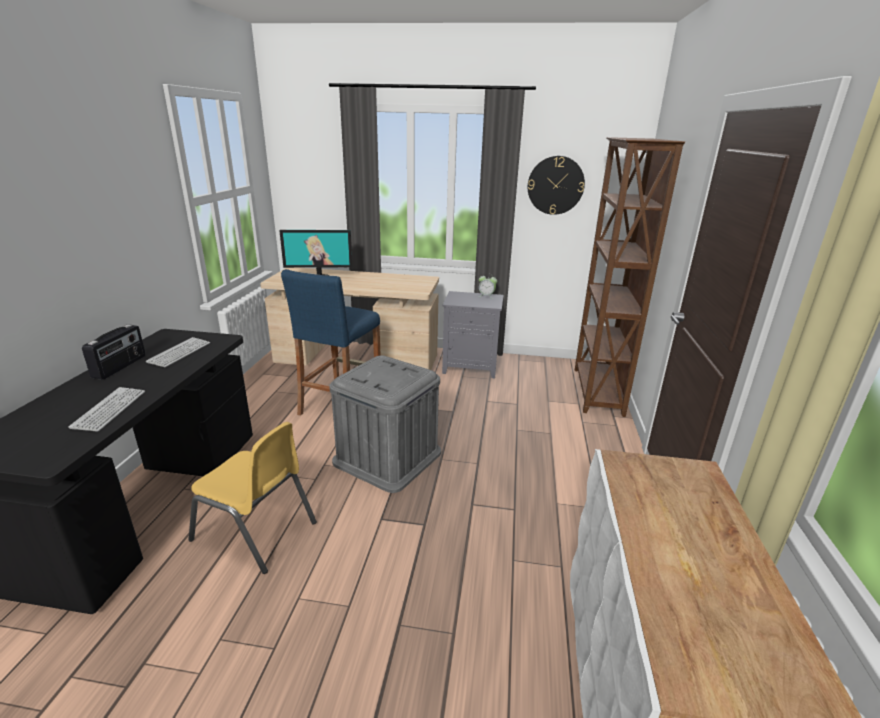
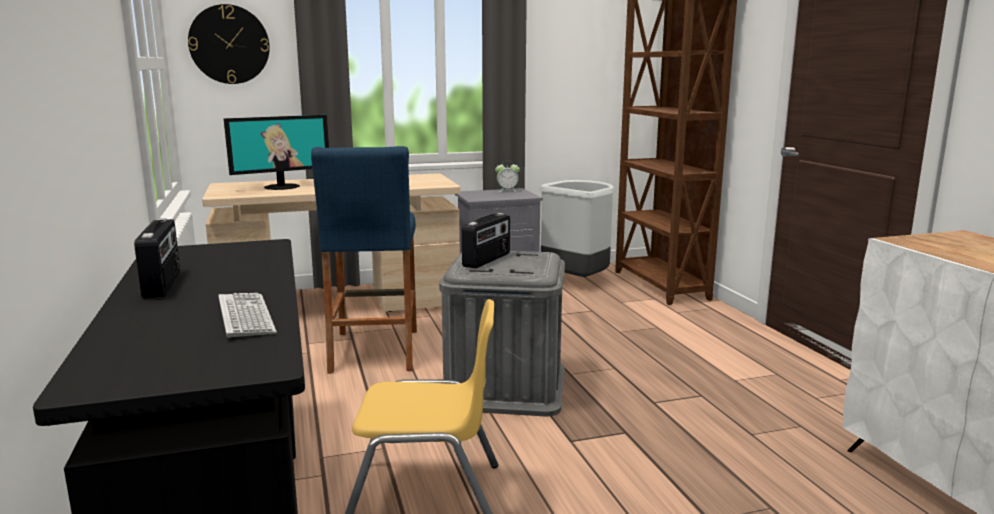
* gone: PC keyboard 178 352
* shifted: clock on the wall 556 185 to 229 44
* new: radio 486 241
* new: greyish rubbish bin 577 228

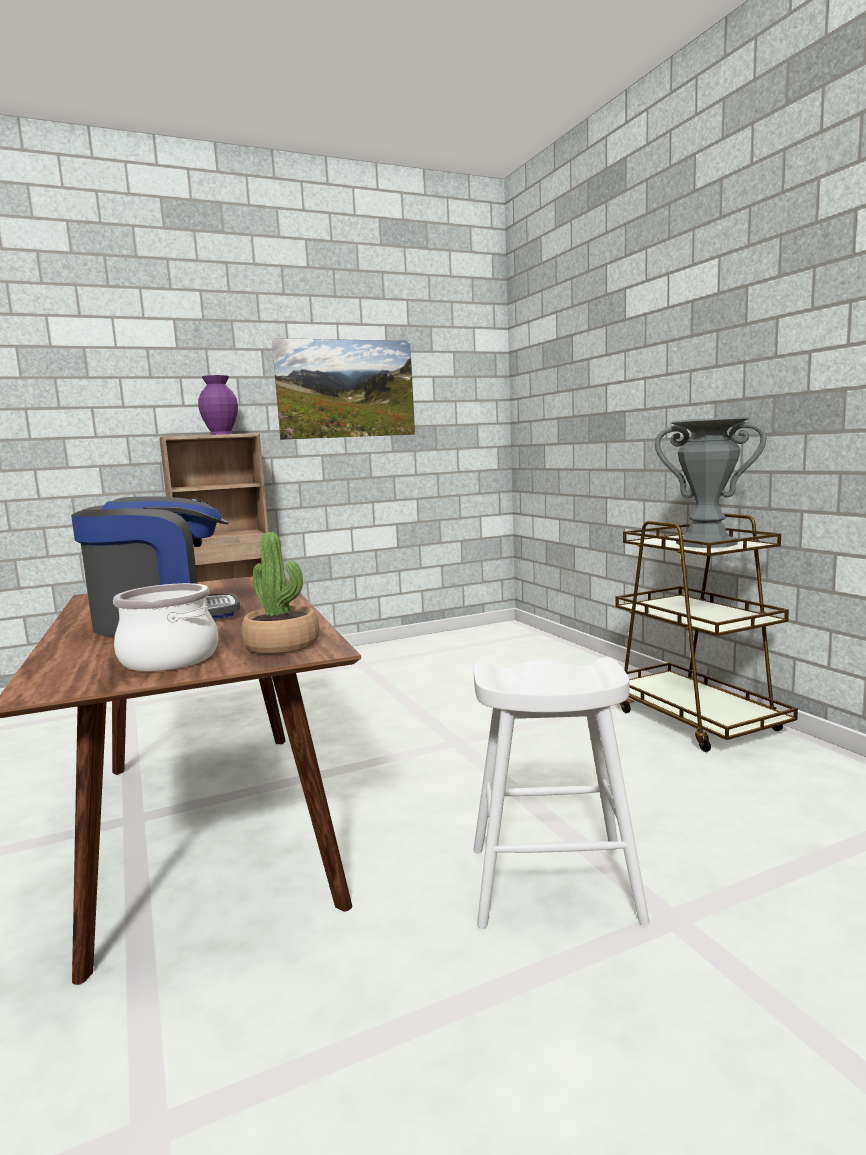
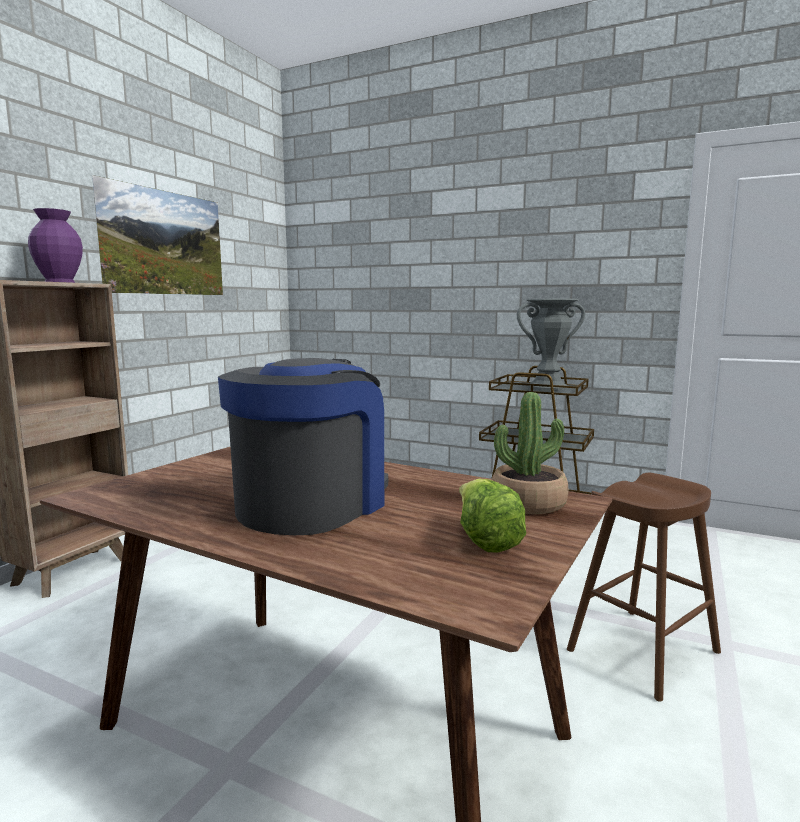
* swapped: stockpot 165 627 to lettuce head 492 516
* repainted: white-coloured stool 561 793 to brownish stool 644 587

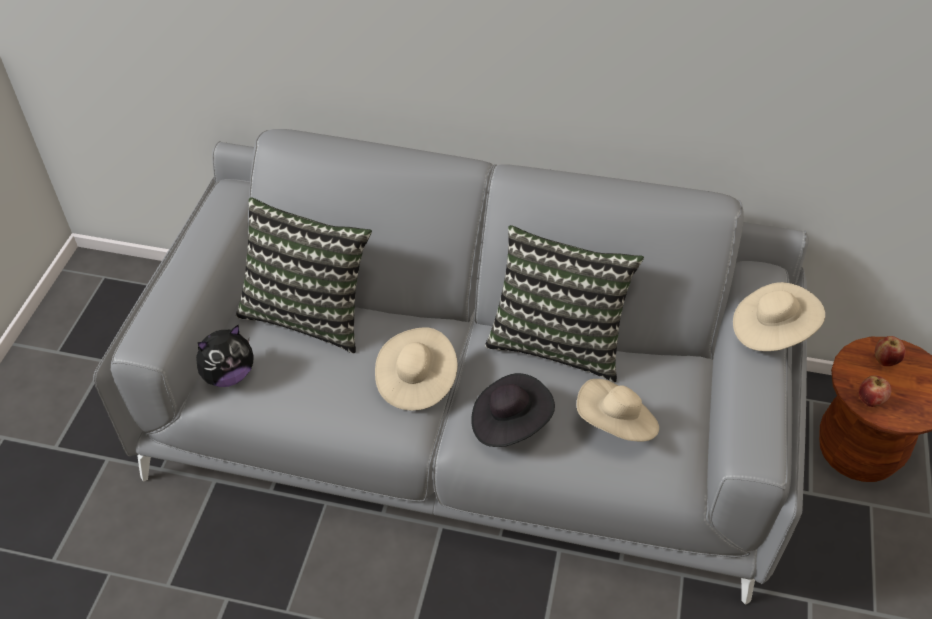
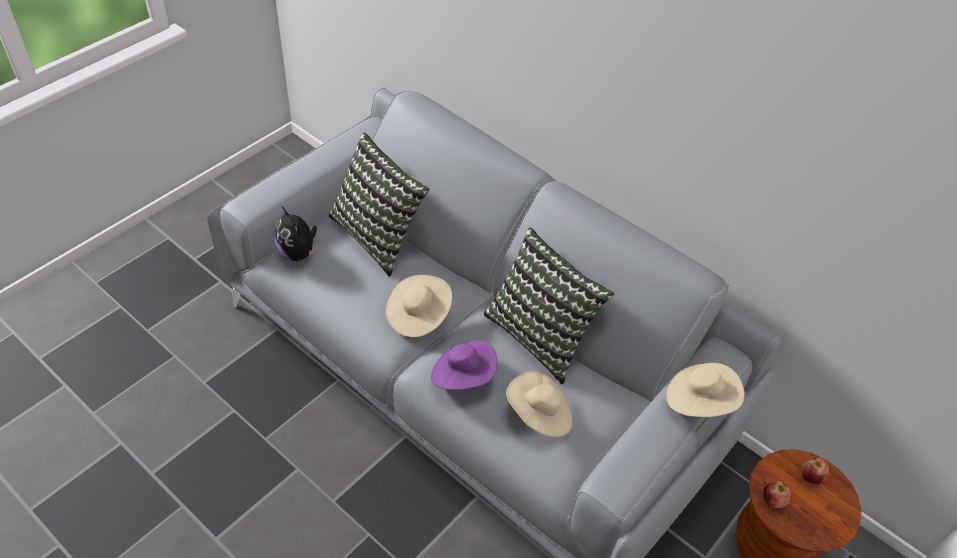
* rotated: cuddly toy 225 356 = 296 234 60 degrees clockwise
* repainted: black clothing hat 513 410 to purple-coloured clothing hat 464 365

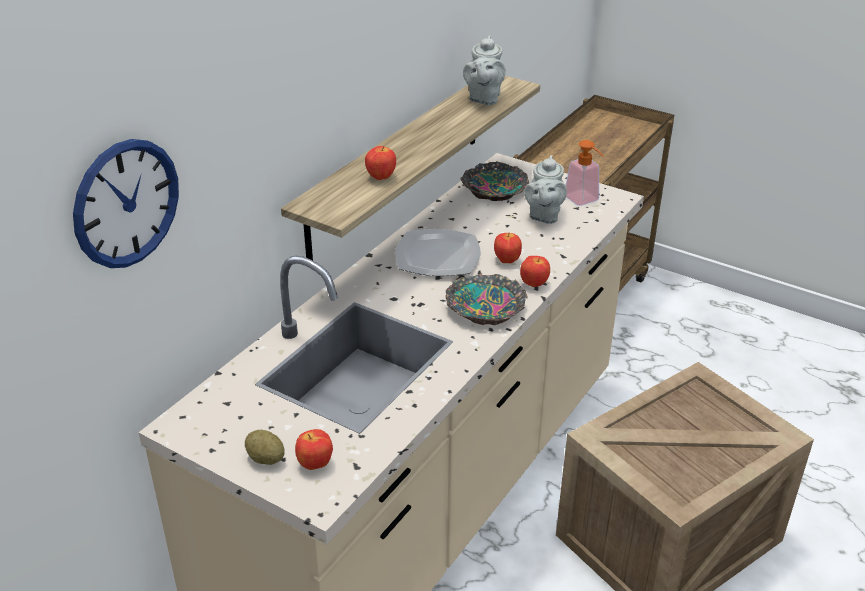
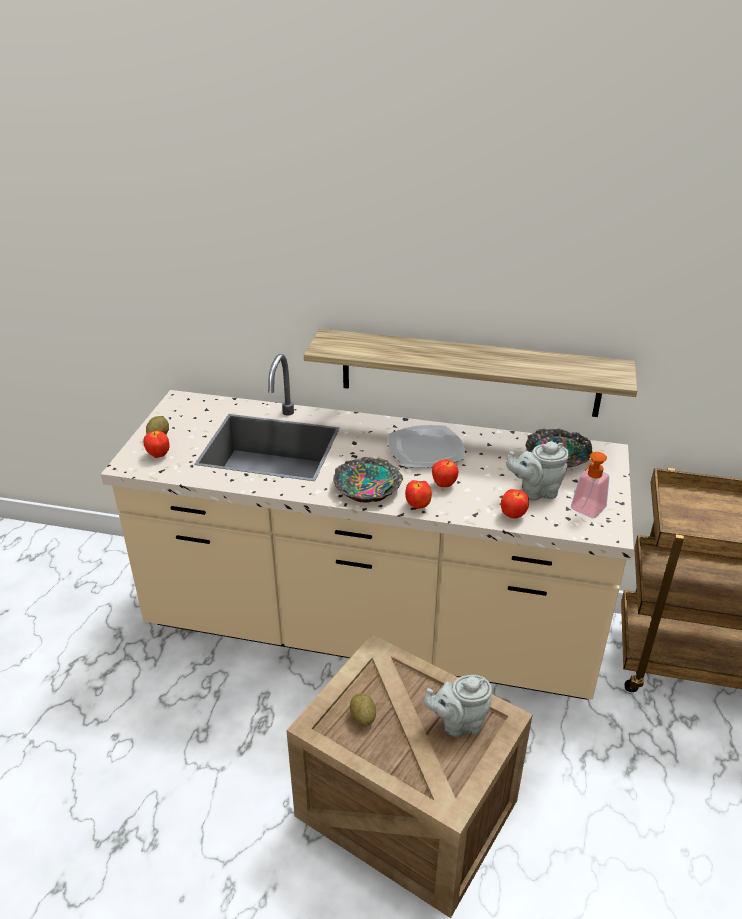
* gone: clock on the wall 126 203
* shifted: whole apple 380 163 to 515 504
* shifted: greyish teapot 484 70 to 457 706
* new: whole potato 363 709

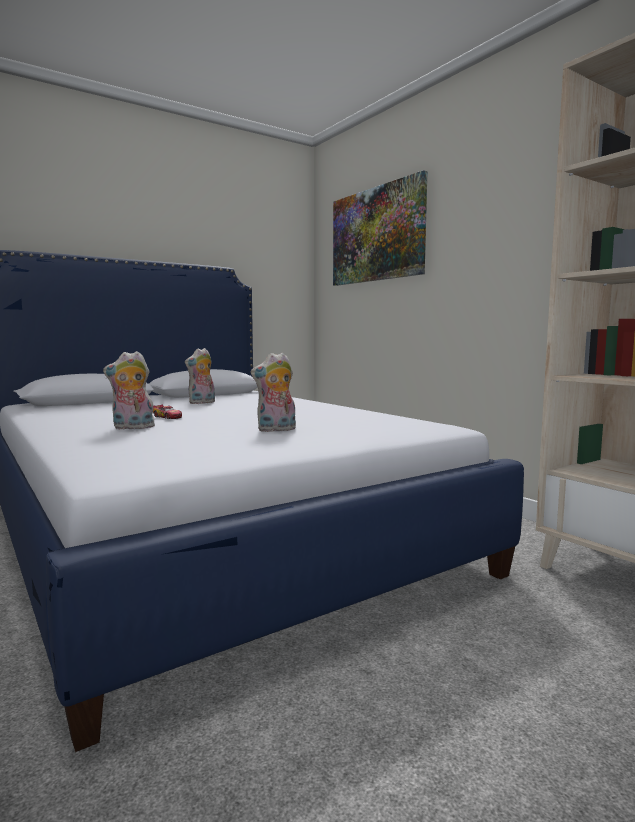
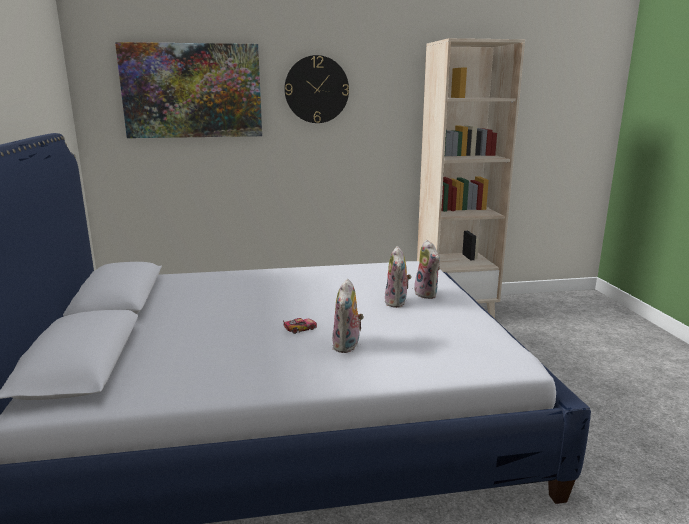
* shifted: cuddly toy 200 376 to 427 269
* new: clock on the wall 316 89

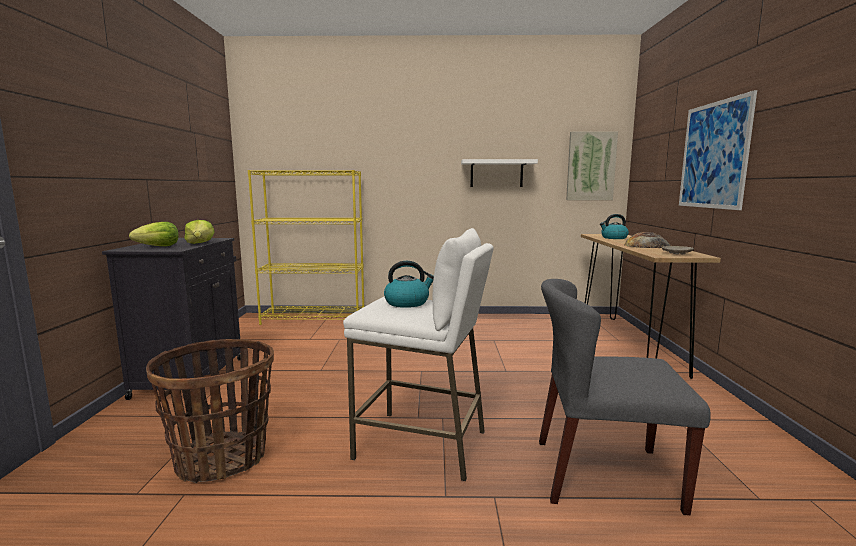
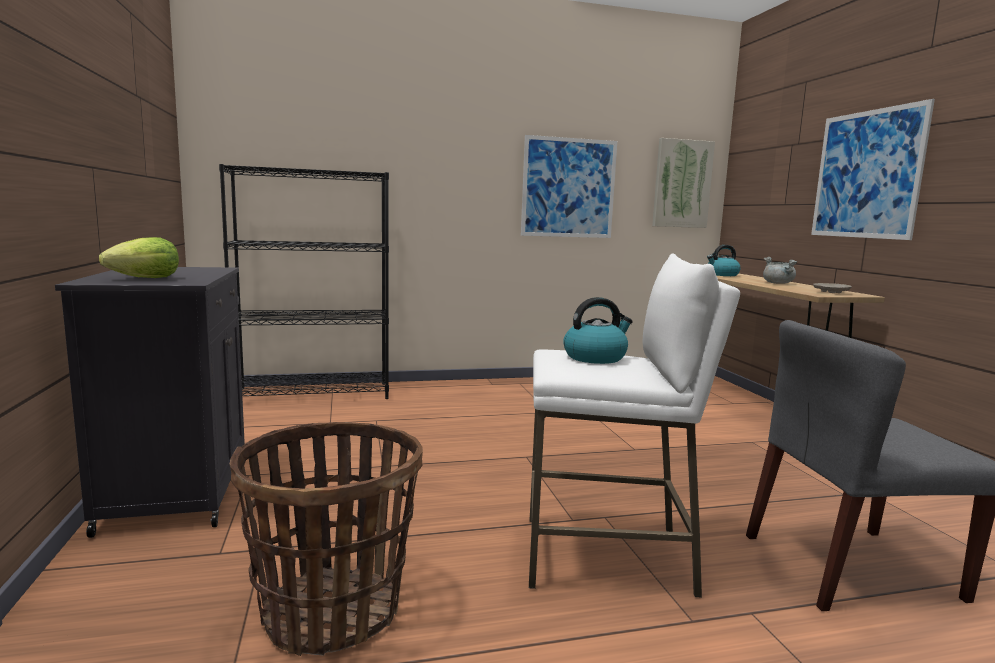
* gone: lettuce head 199 232
* repainted: yellow bookcase 306 247 to black bookcase 304 281
* swapped: white-coloured wall shelf 499 173 to picture 569 186
* swapped: baked bread 647 240 to greyish stockpot 780 270

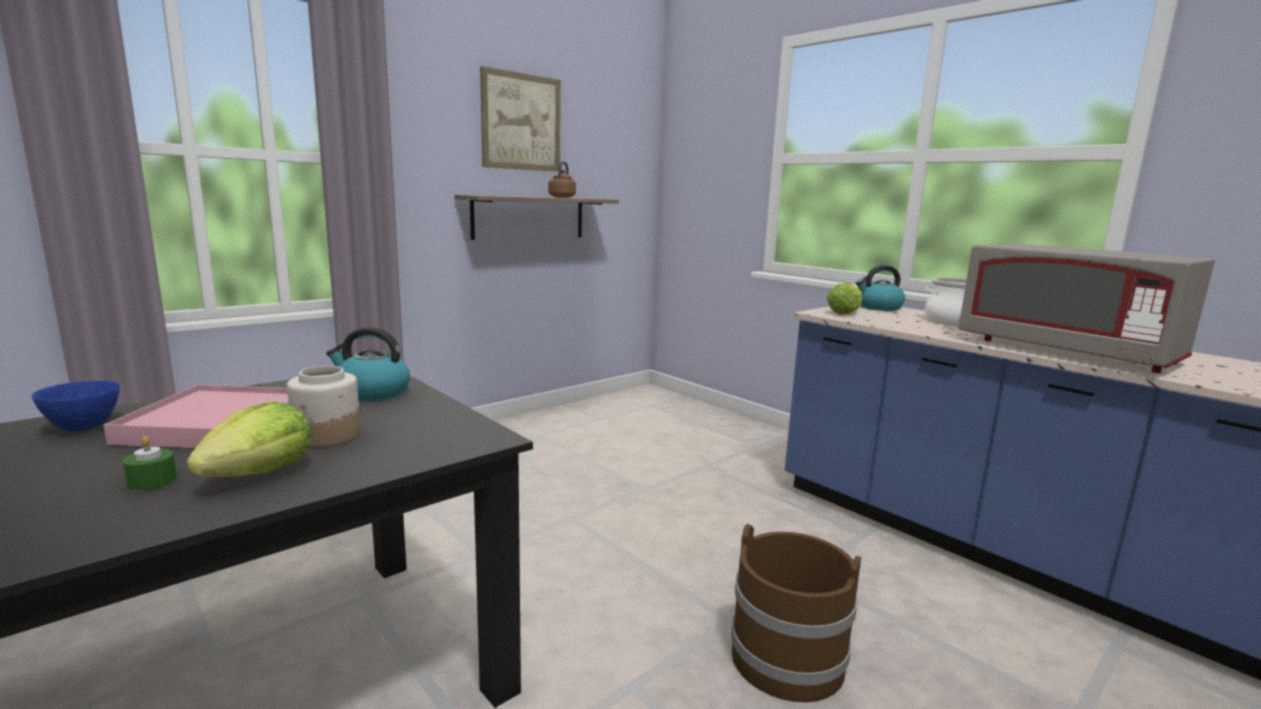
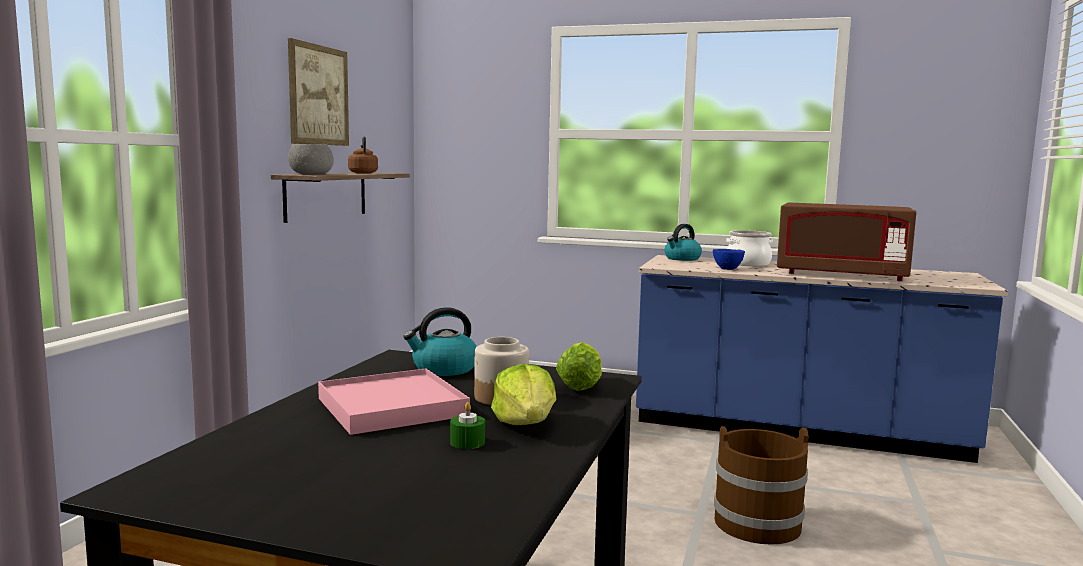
* shifted: bluish deep dish 75 406 to 729 259
* shifted: lettuce head 844 299 to 579 366
* repainted: greyish kitchen microwave 1087 308 to brownish kitchen microwave 847 241
* new: greyish deep dish 311 159

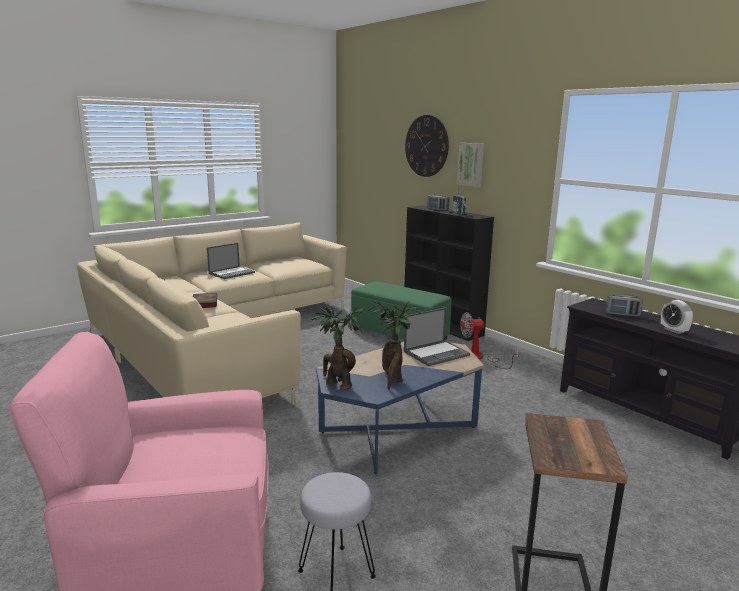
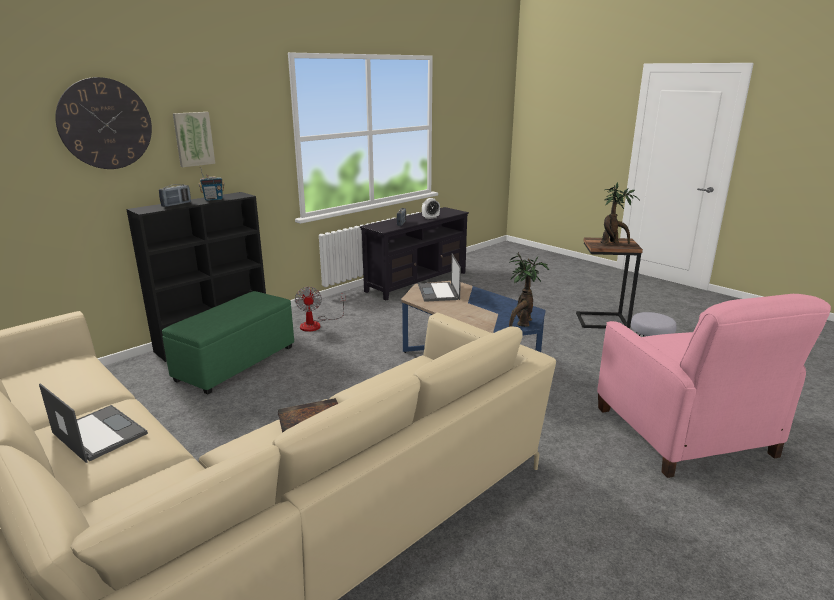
* shifted: plant in a pot 394 345 to 620 213
* rotated: laptop 437 337 = 439 278 150 degrees counterclockwise

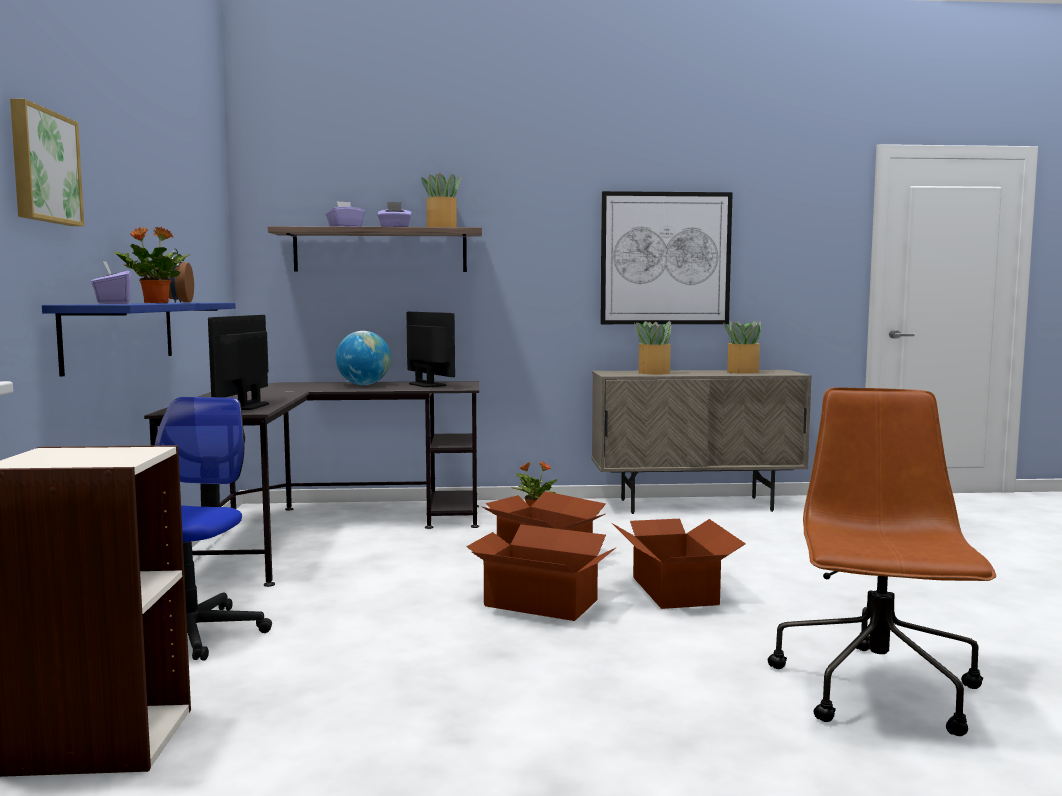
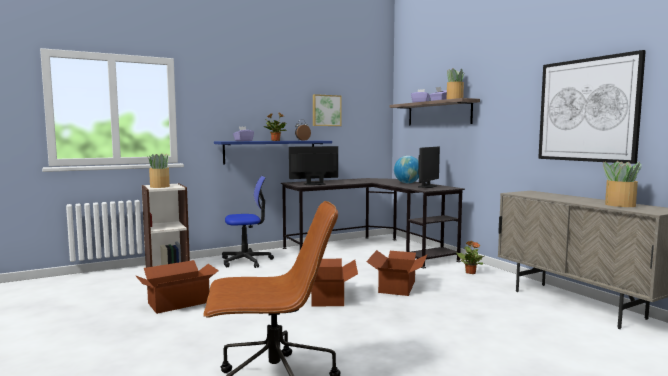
* shifted: picture 47 162 to 327 110
* shifted: packing box 679 564 to 177 287
* shifted: plant in a pot 653 347 to 158 170

